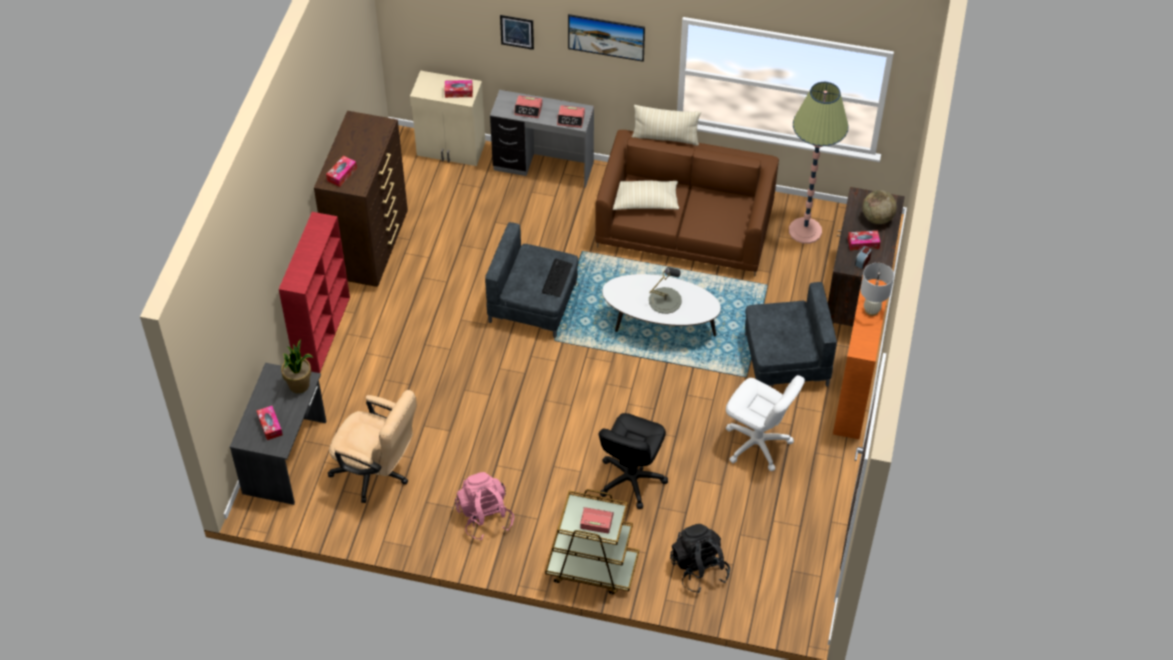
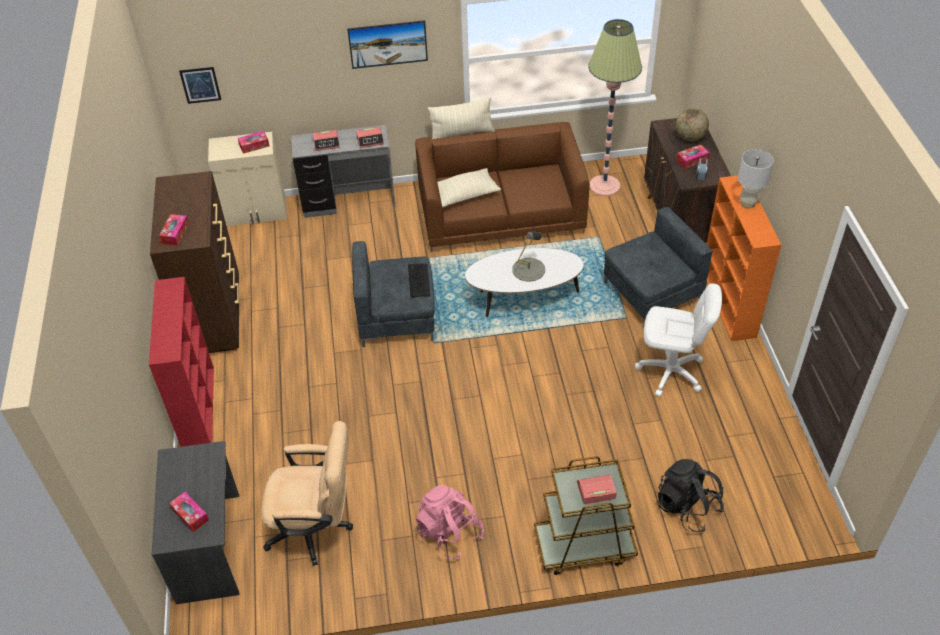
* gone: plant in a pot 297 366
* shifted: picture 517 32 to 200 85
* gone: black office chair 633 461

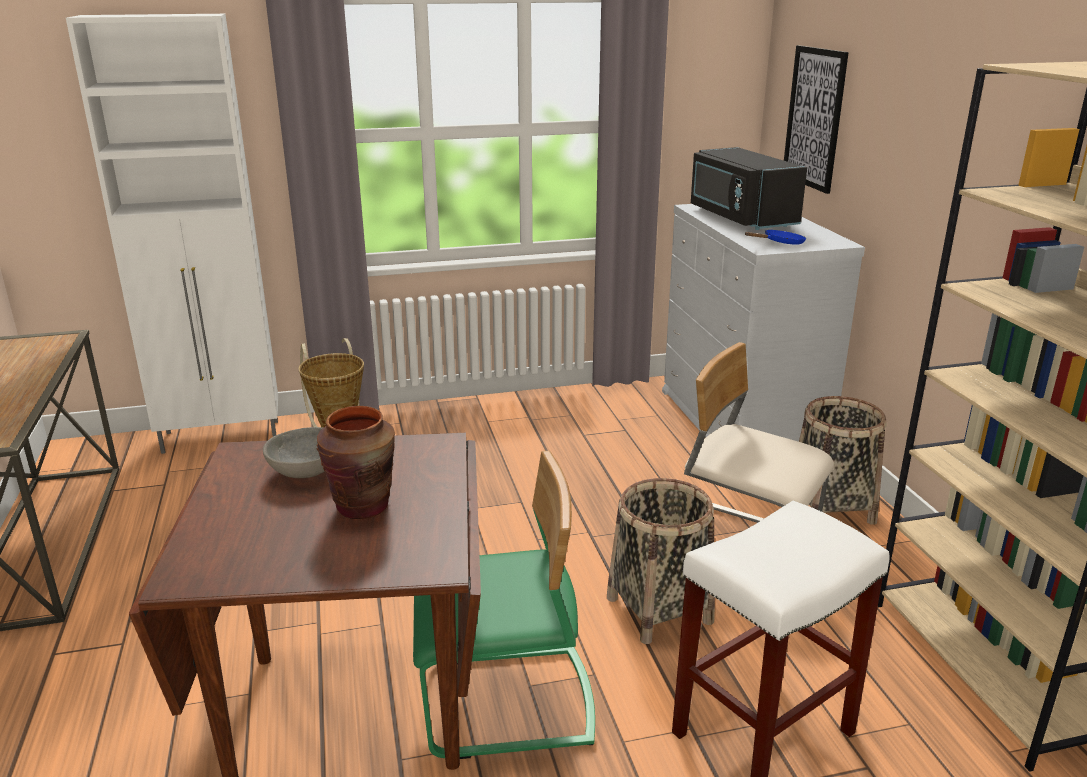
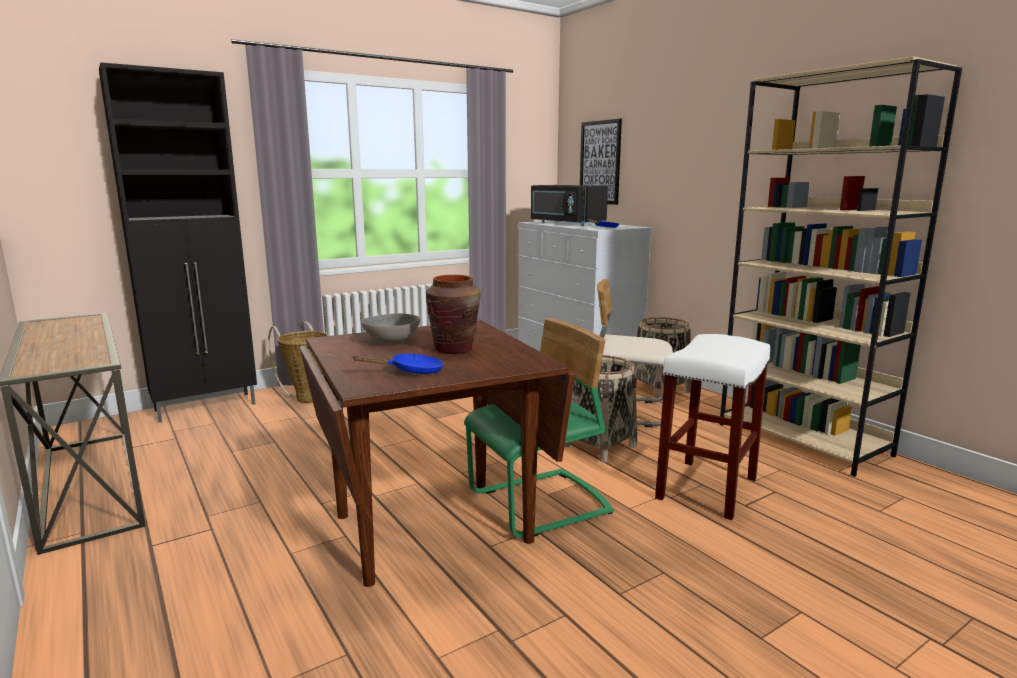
* repainted: white-coloured cupboard 172 234 to black cupboard 178 242
* new: bluish pan 398 364

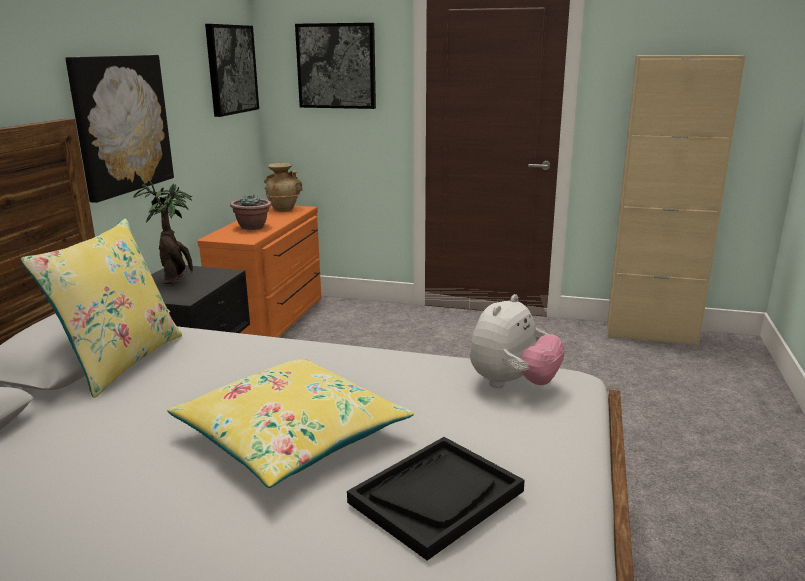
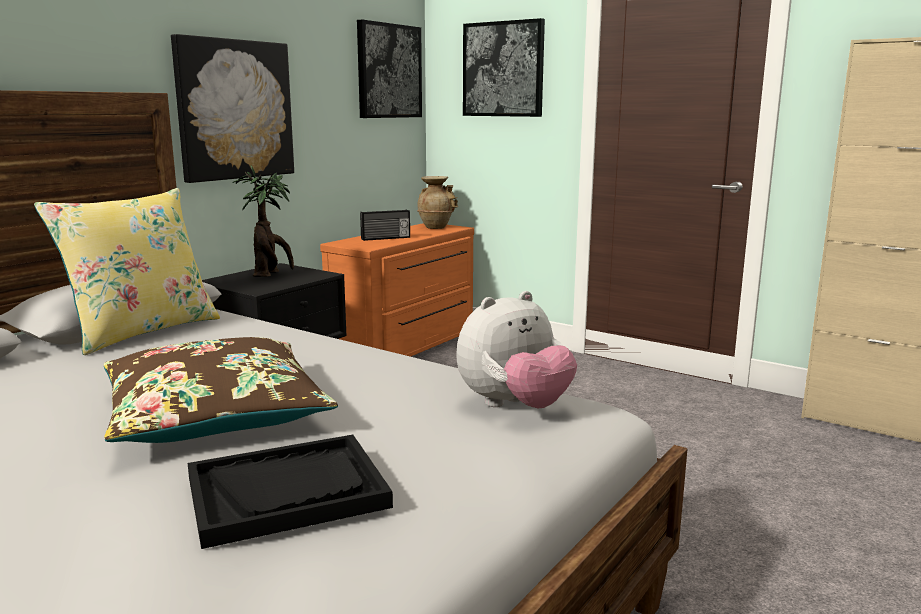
* repainted: yellow pillow 290 423 to brownish pillow 221 390
* swapped: plant in a pot 250 212 to radio 385 225

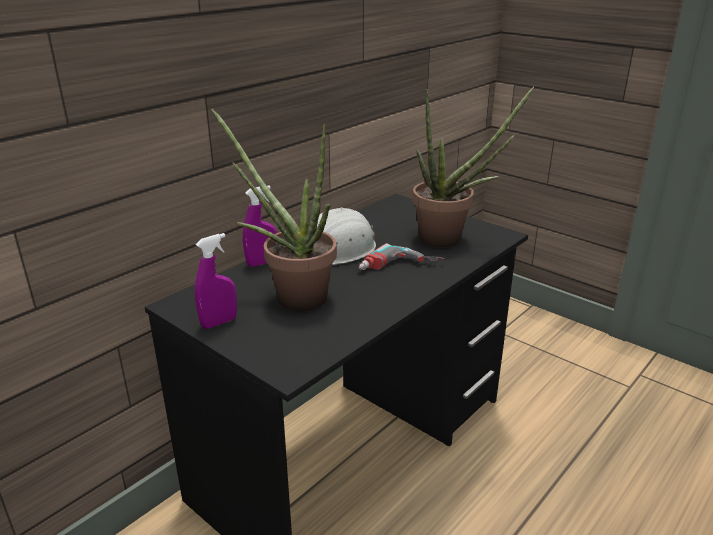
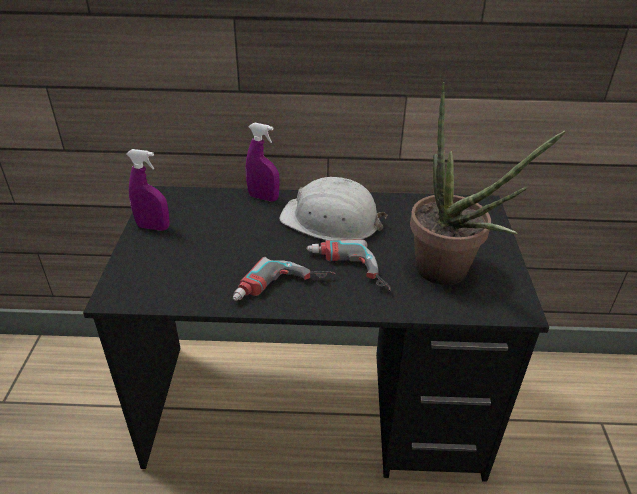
* gone: plant in a pot 274 210
* new: drill 284 279

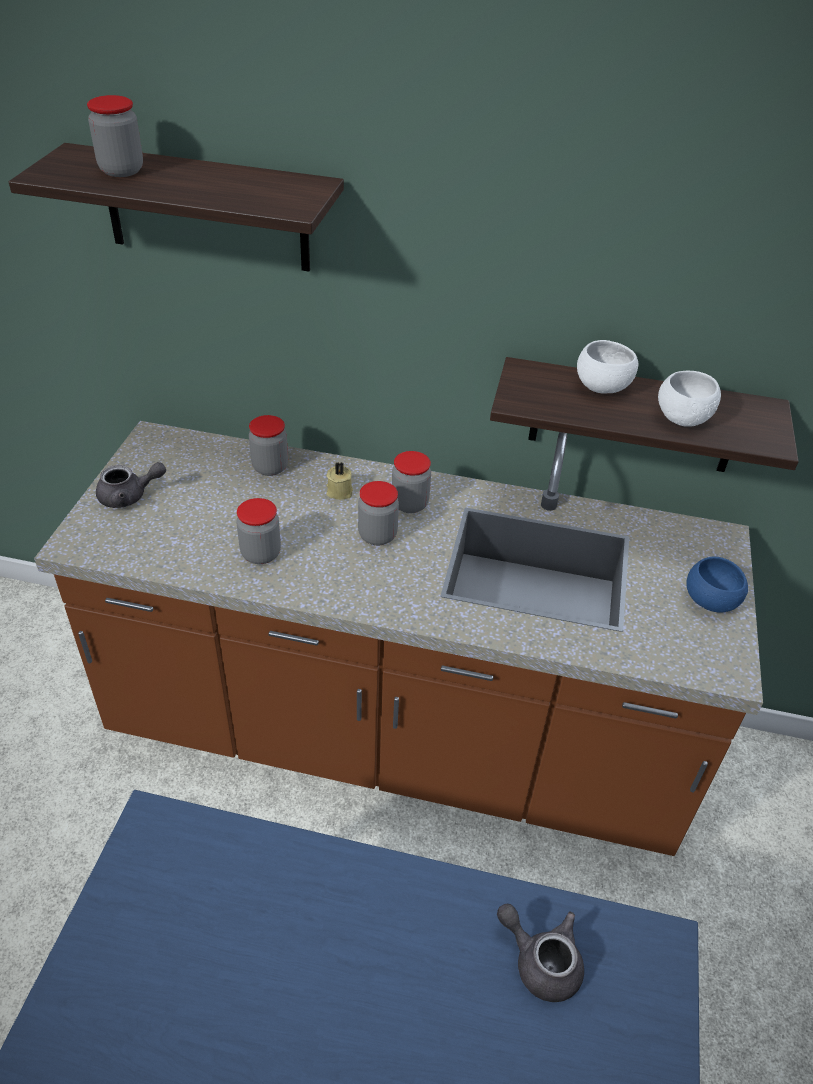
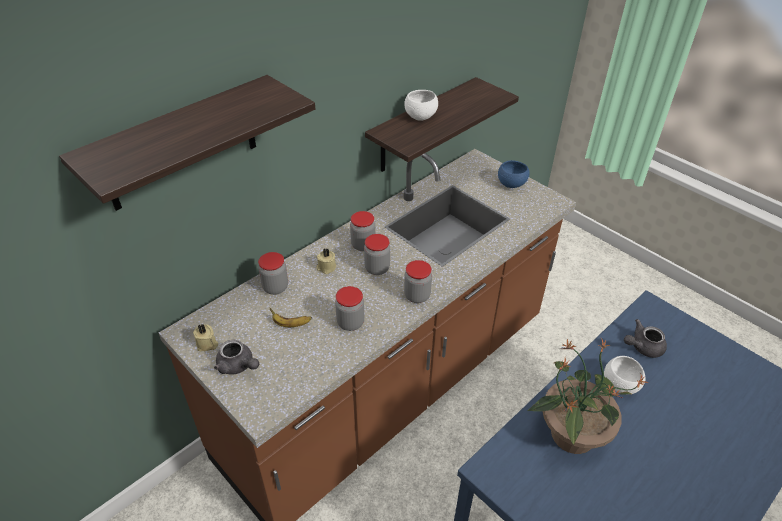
* shifted: preserve jar 115 136 to 418 281
* rotated: greyish teapot 131 485 = 236 356 105 degrees clockwise
* shifted: white-coloured deep dish 689 399 to 625 375
* new: beige wax light 205 338
* new: whole banana 290 317
* new: plant in a pot 588 396

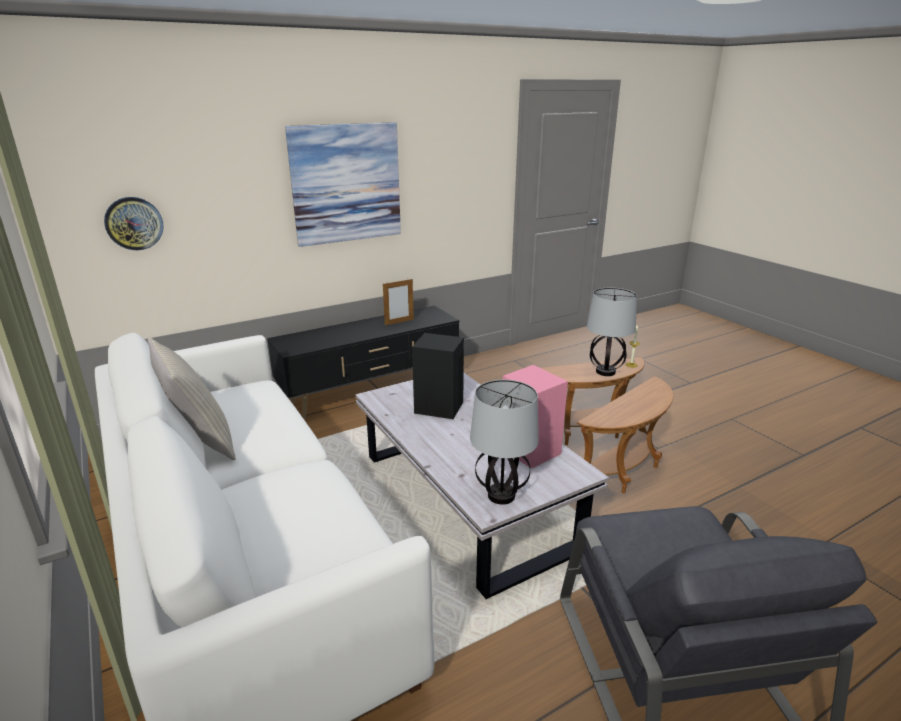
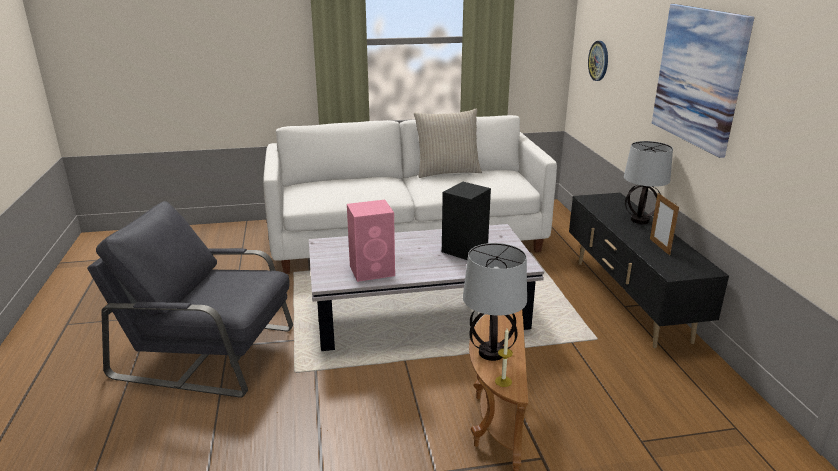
* shifted: tabletop lamp 504 442 to 648 182
* gone: brownish accent table 625 434

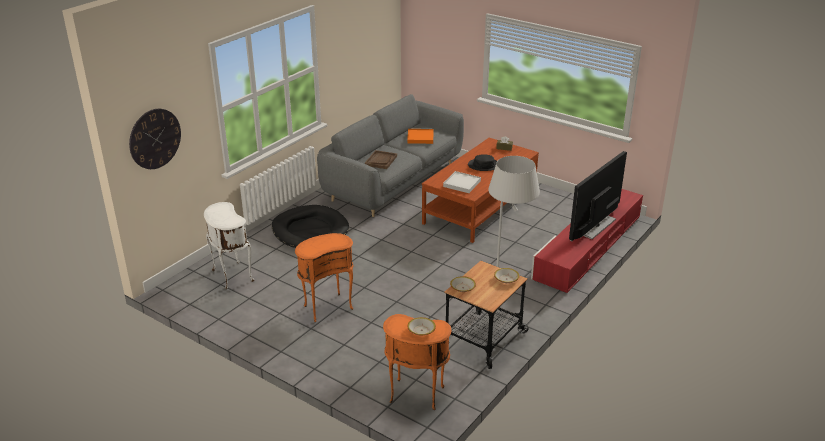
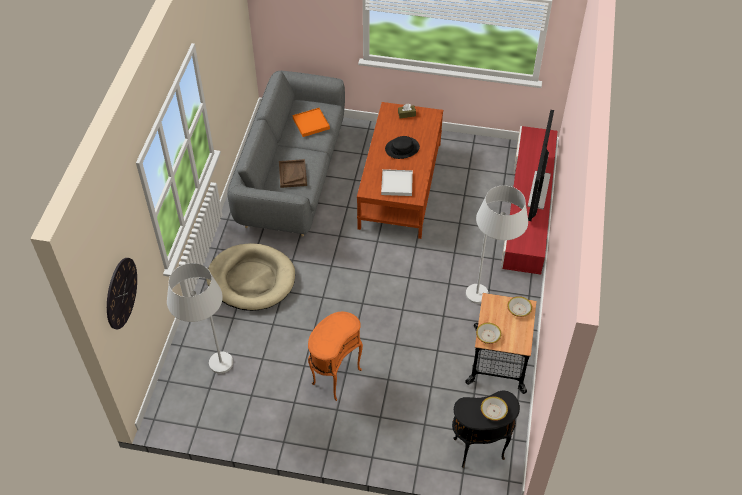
* swapped: white-coloured accent table 229 245 to white-coloured floor lamp 200 318
* repainted: black dog cushion 310 226 to beige dog cushion 250 277
* repainted: orangey accent table 417 362 to black accent table 486 429

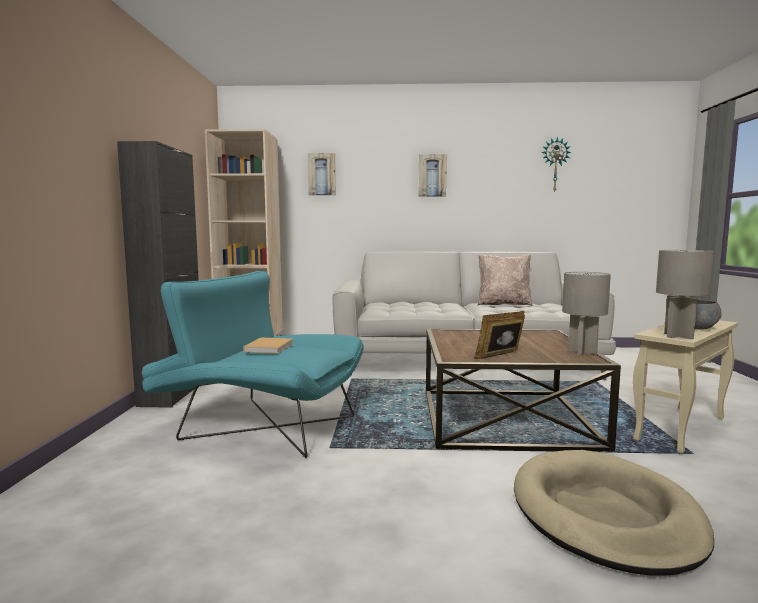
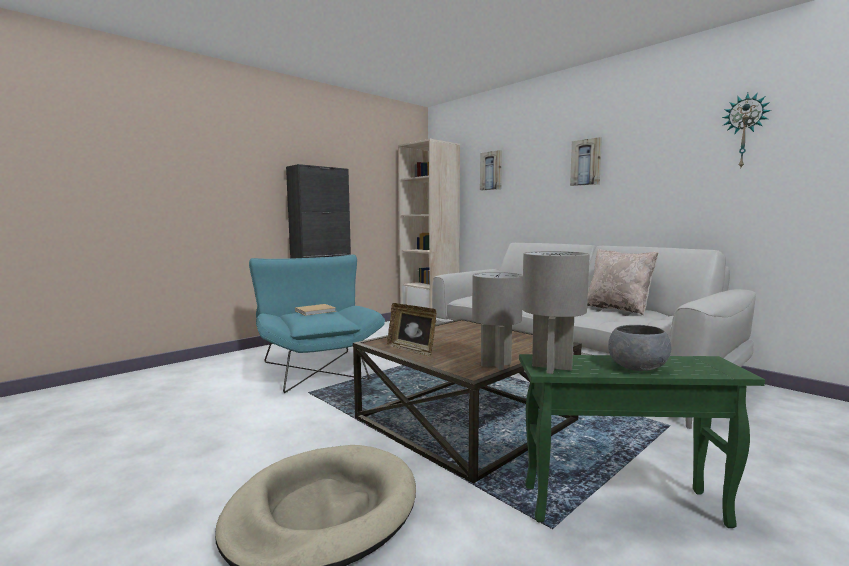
* rotated: picture frame 499 335 = 411 330 150 degrees counterclockwise
* repainted: beige accent table 685 387 to green-coloured accent table 642 441

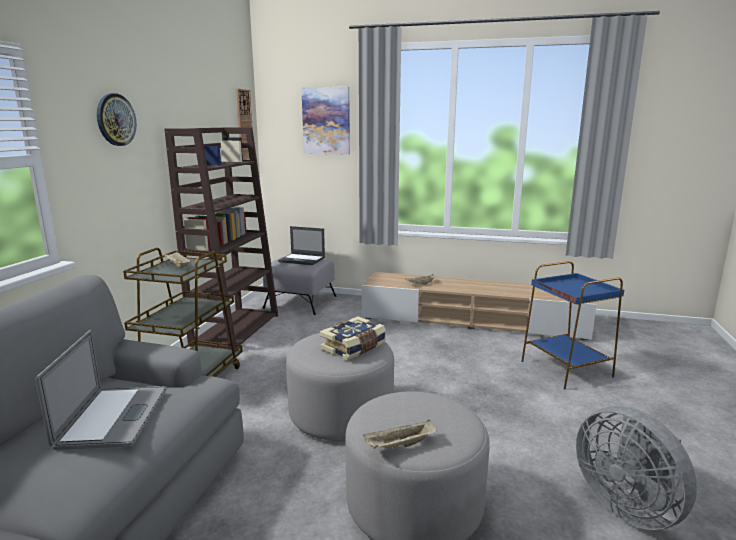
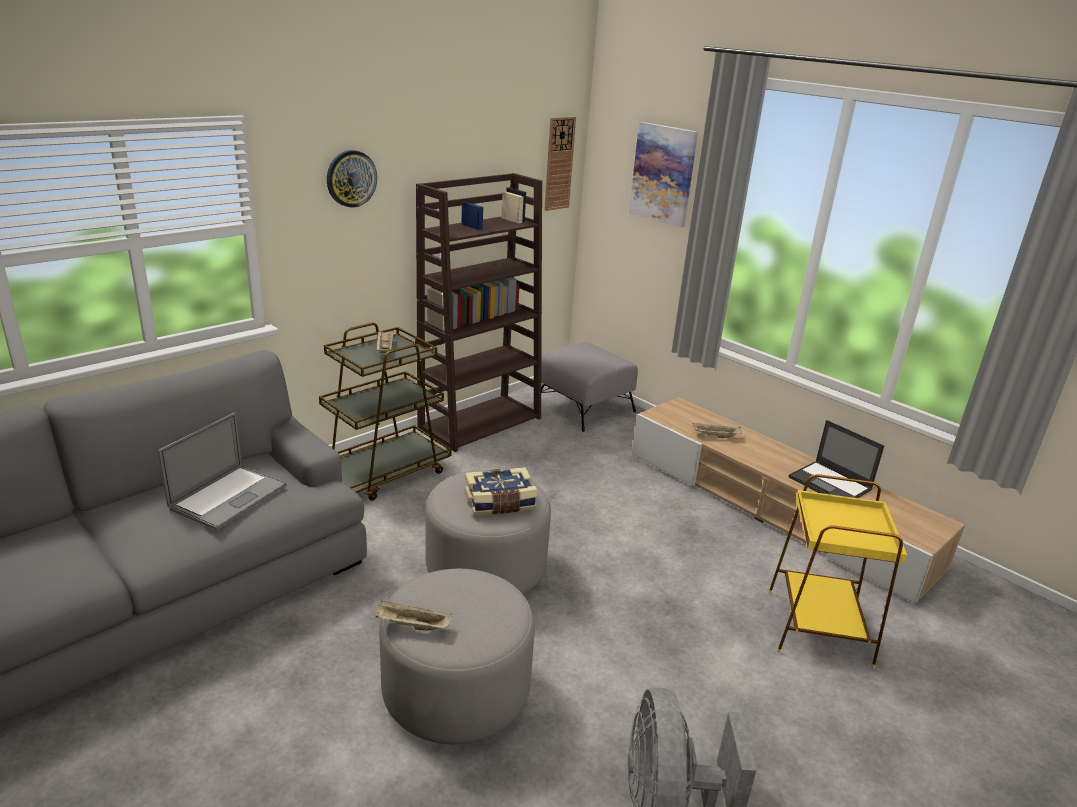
* shifted: laptop 301 245 to 836 459
* repainted: bluish accent table 572 325 to yellow accent table 837 571

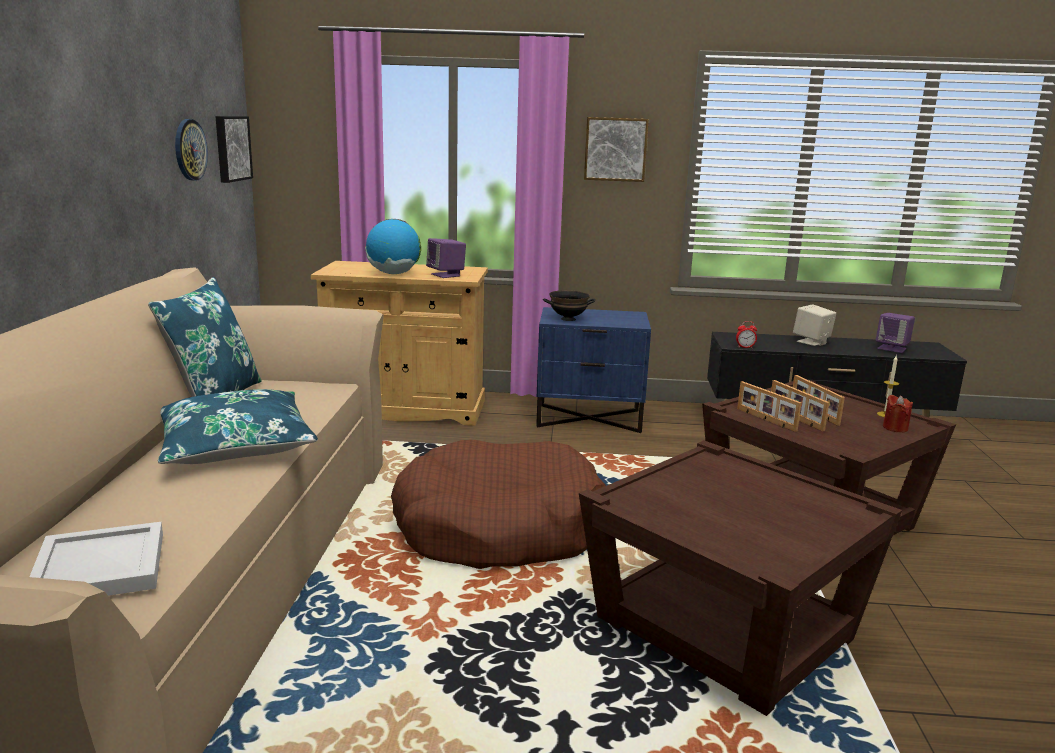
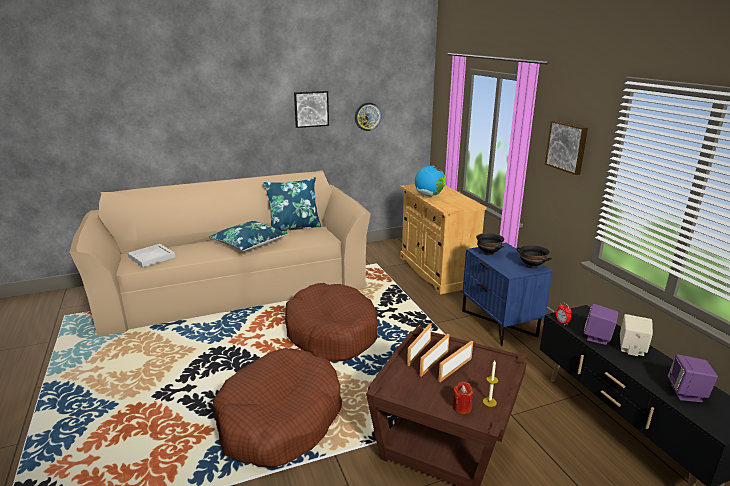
* shifted: picture 234 149 to 311 109
* shifted: purple-coloured audio speaker 446 258 to 601 324
* swapped: brownish accent table 740 578 to brownish dog cushion 277 407
* new: black deep dish 534 257

